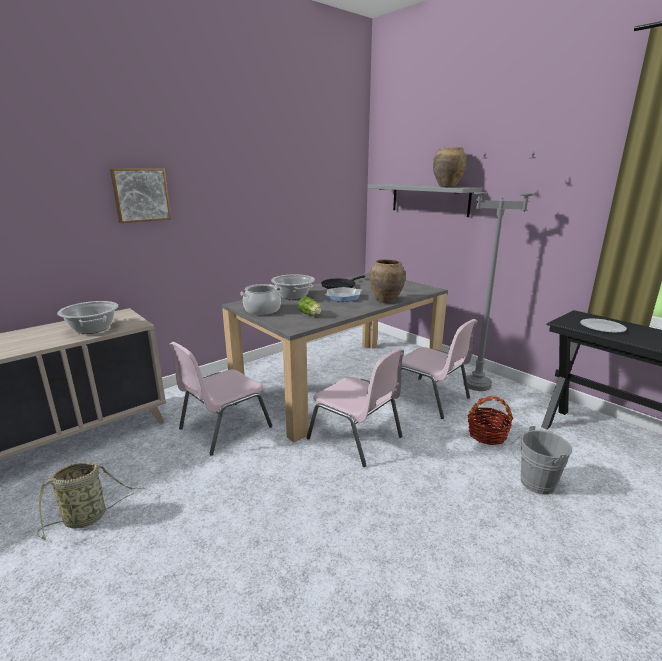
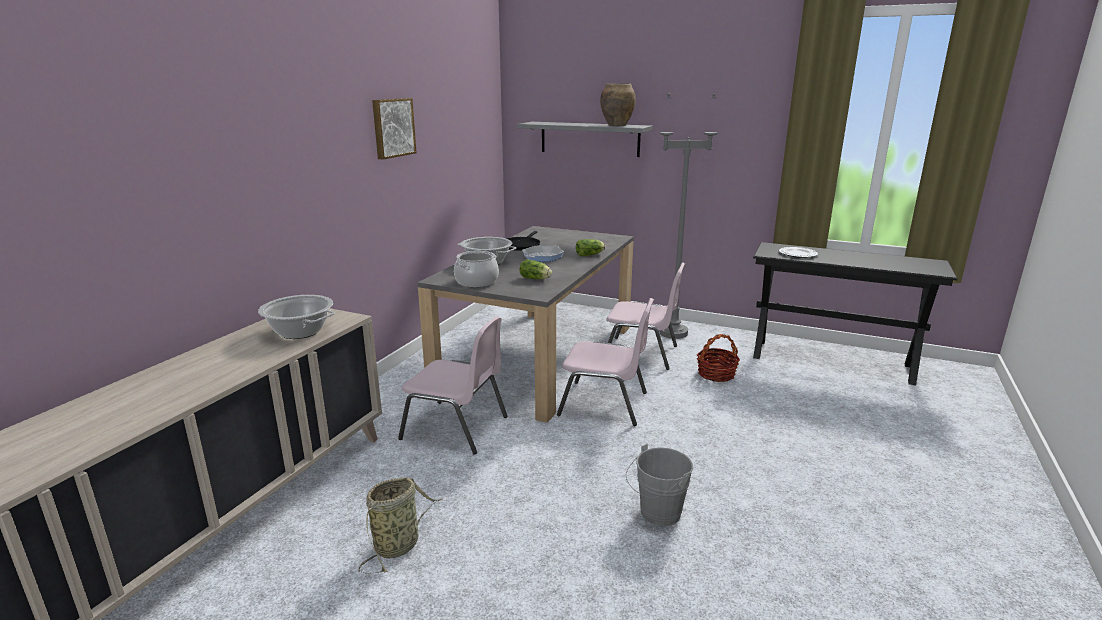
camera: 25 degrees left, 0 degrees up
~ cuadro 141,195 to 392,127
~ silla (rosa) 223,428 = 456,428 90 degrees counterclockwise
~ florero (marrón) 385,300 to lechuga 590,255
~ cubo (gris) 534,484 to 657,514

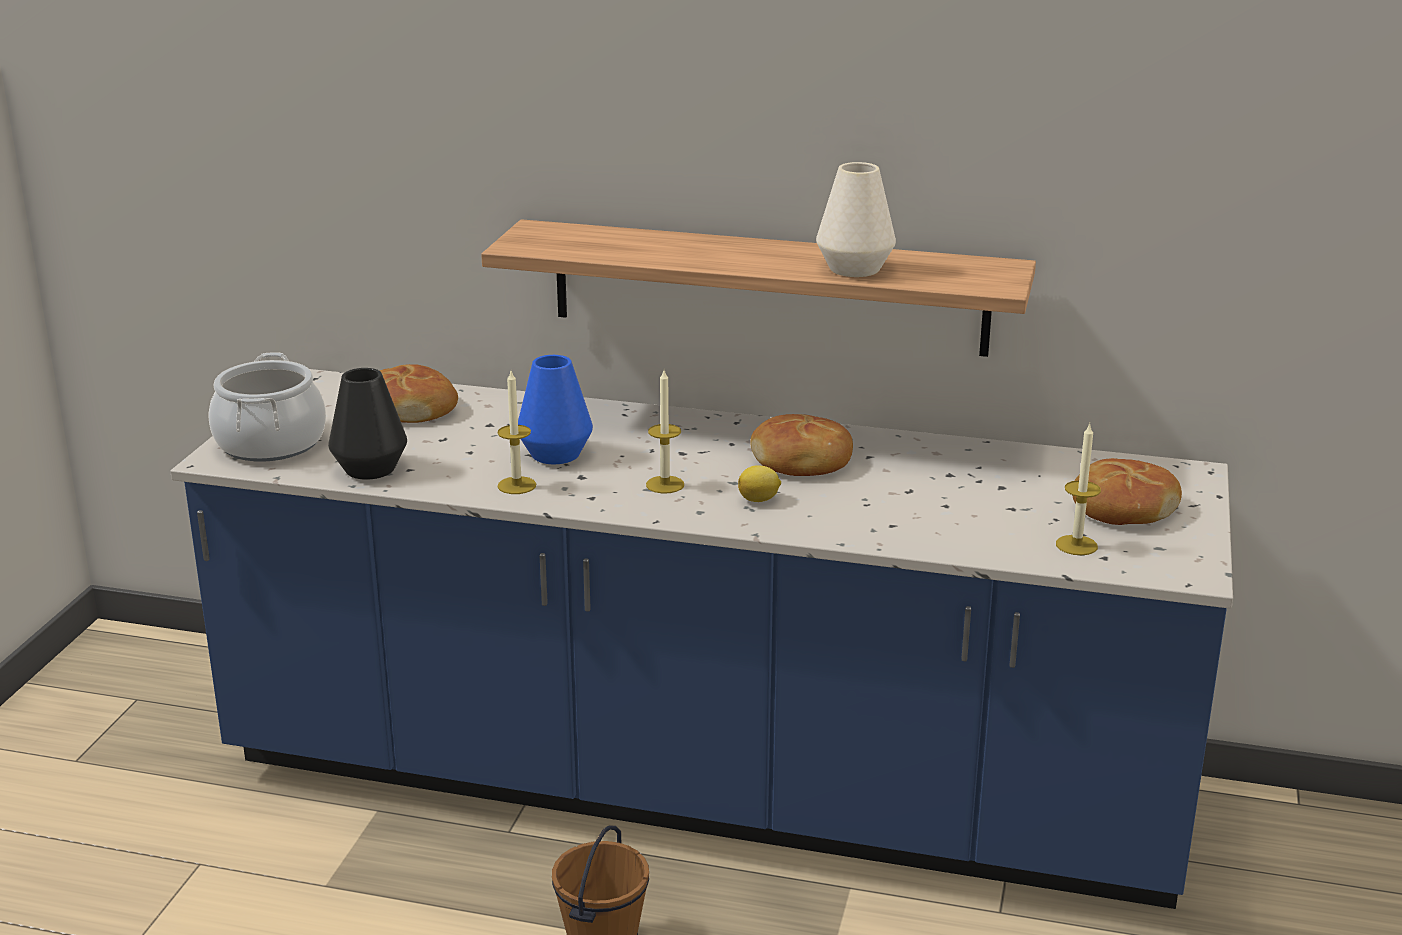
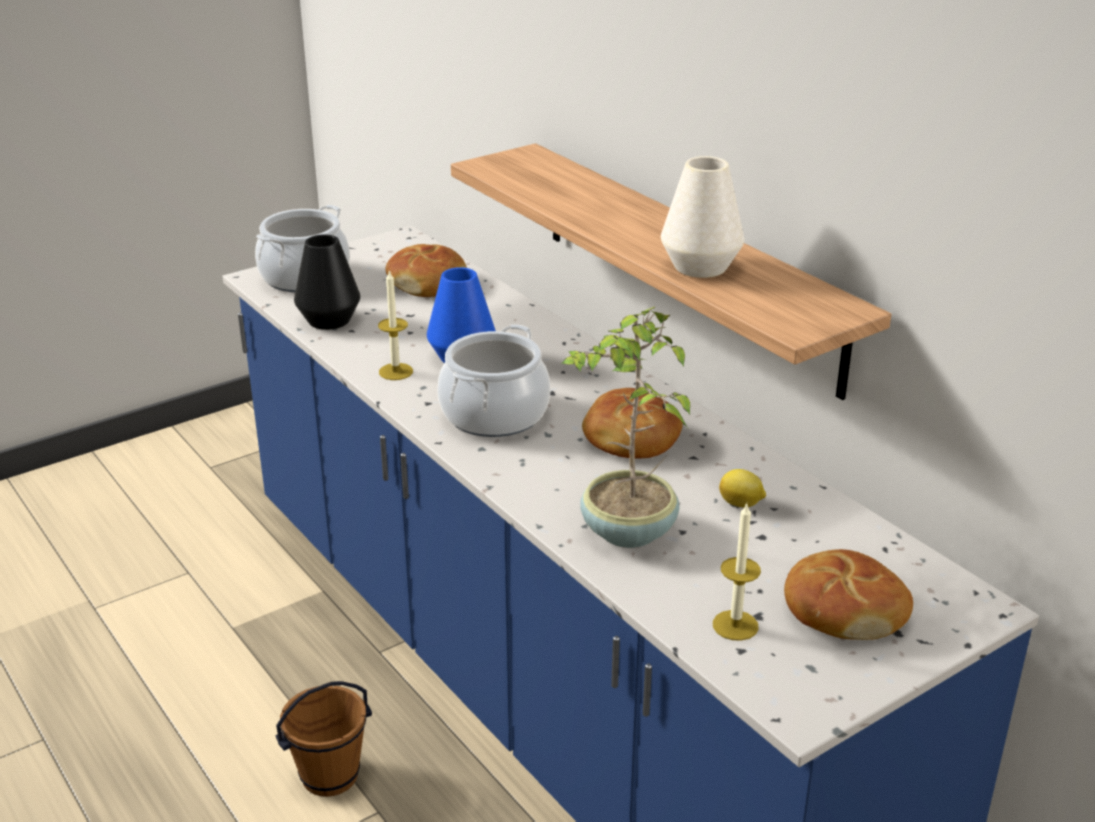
camera: 40 degrees right, 5 degrees up
~ vela 665,484 to olla 495,414
+ planta en maceta 627,533
~ limón 759,500 to 741,504

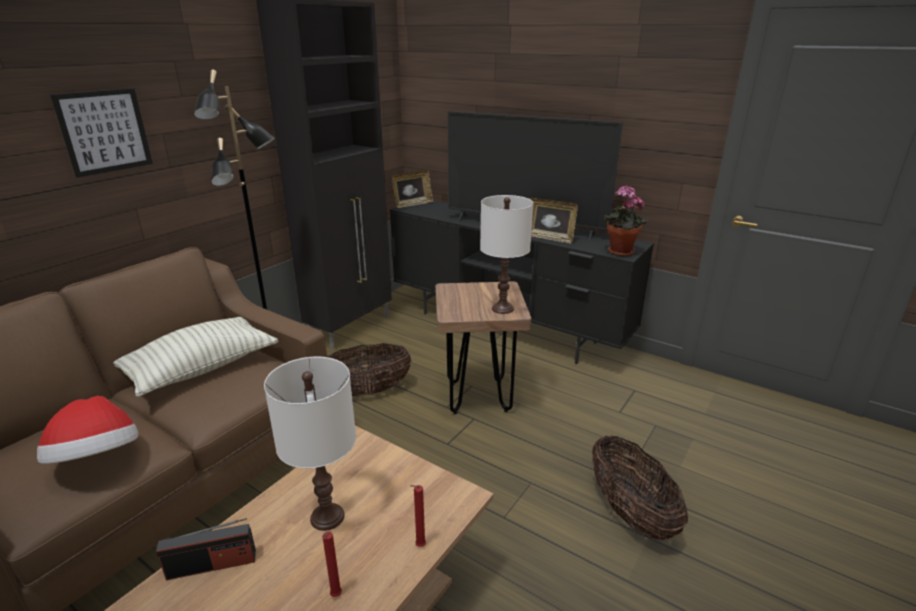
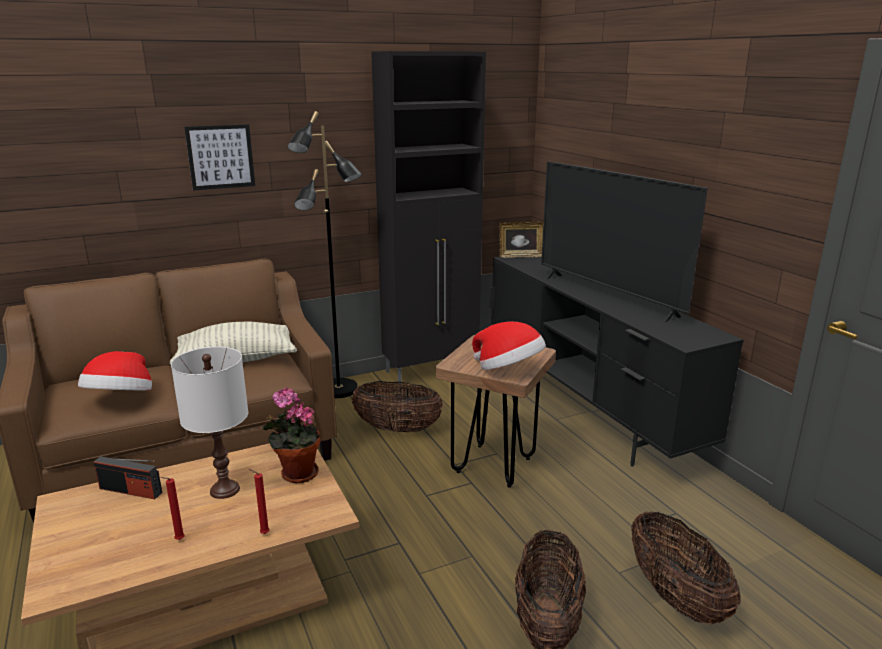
camera: 30 degrees right, 5 degrees down
~ planta en maceta 619,253 to 296,474
~ lámpara de mesa (blanco) 502,308 to sombrero 508,370
+ cesta 676,597
- portarretratos 549,238

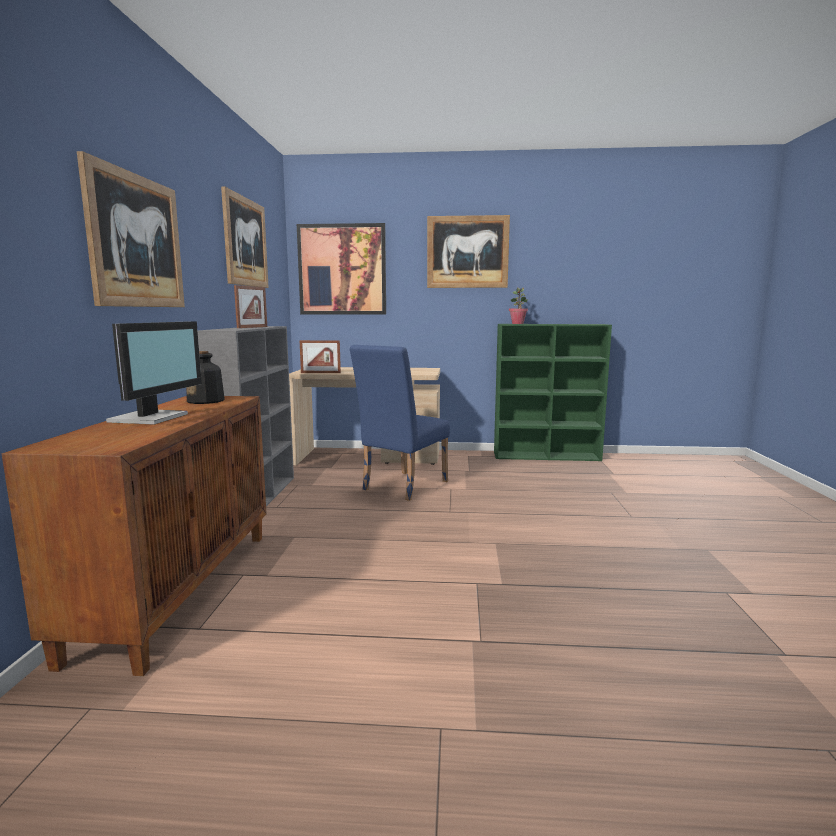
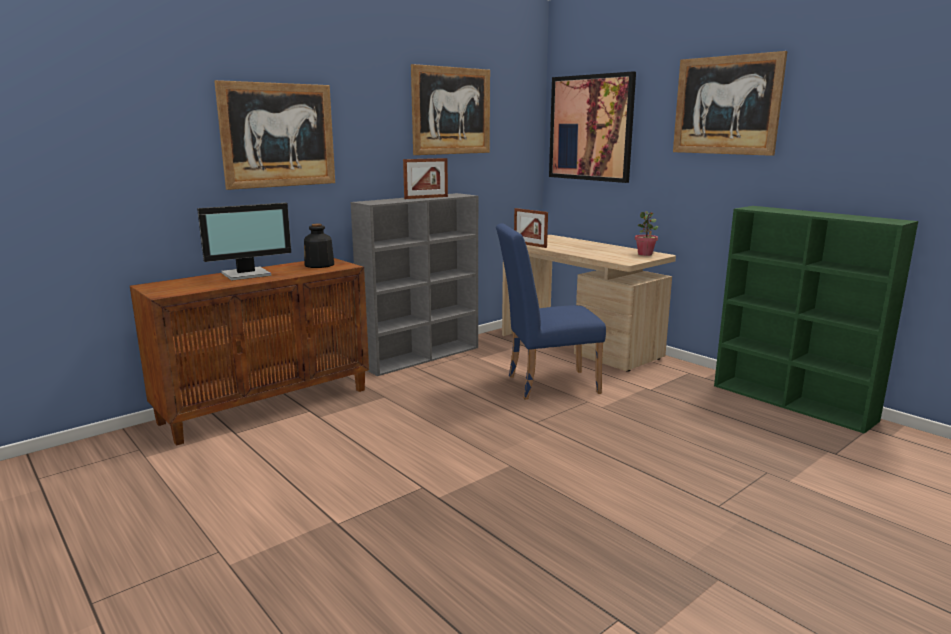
camera: 45 degrees right, 5 degrees up
~ planta en maceta 517,323 to 645,254

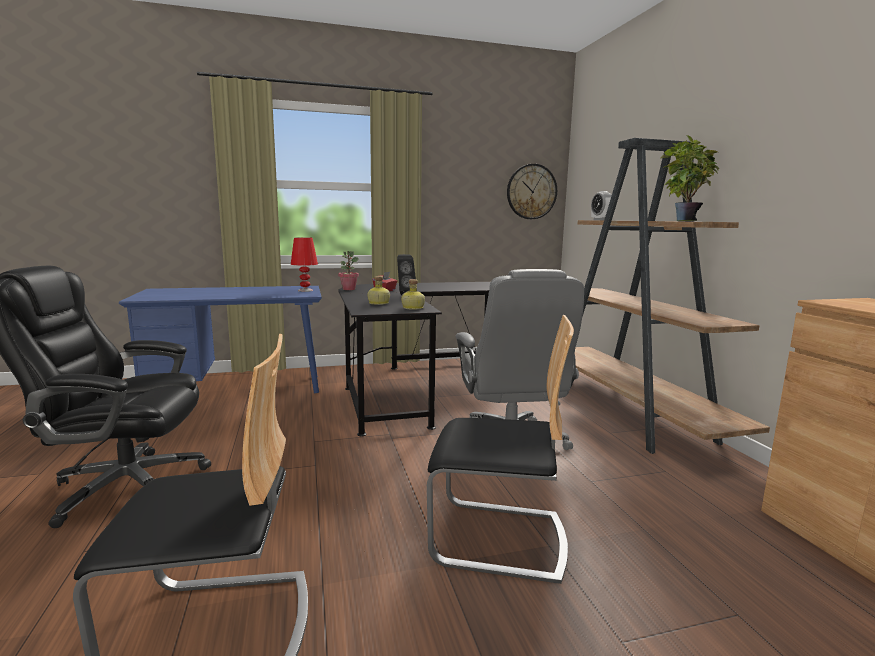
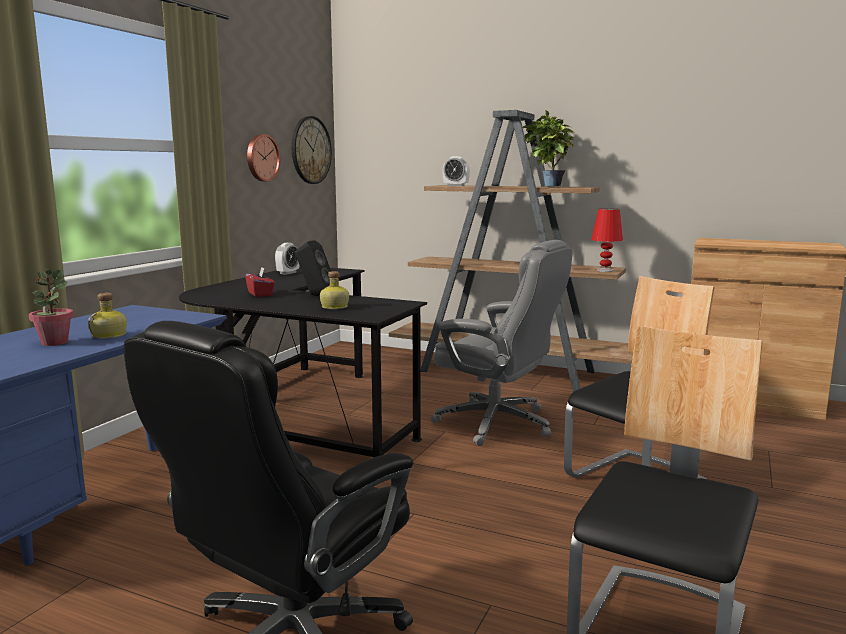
camera: 50 degrees left, 0 degrees up
~ planta en maceta 348,289 to 54,342
~ botella 413,308 to 110,335
+ reloj de pared 261,158
+ despertador 288,273
~ lámpara de mesa (rojo) 305,290 to 605,270

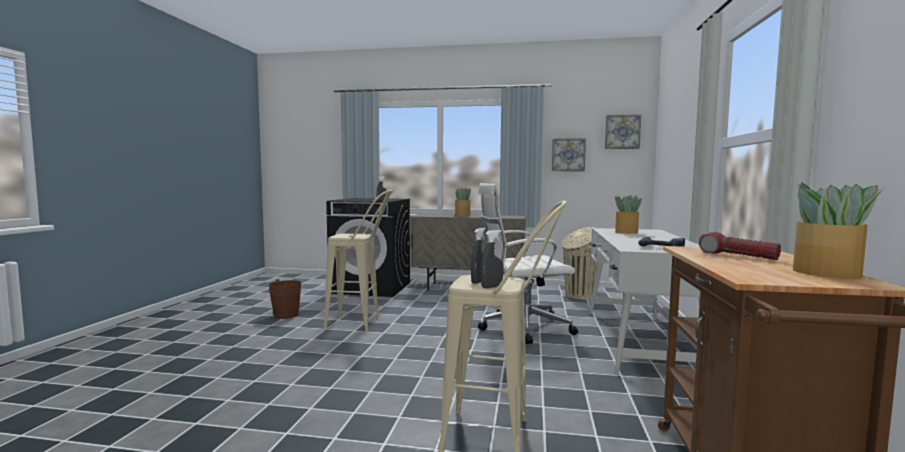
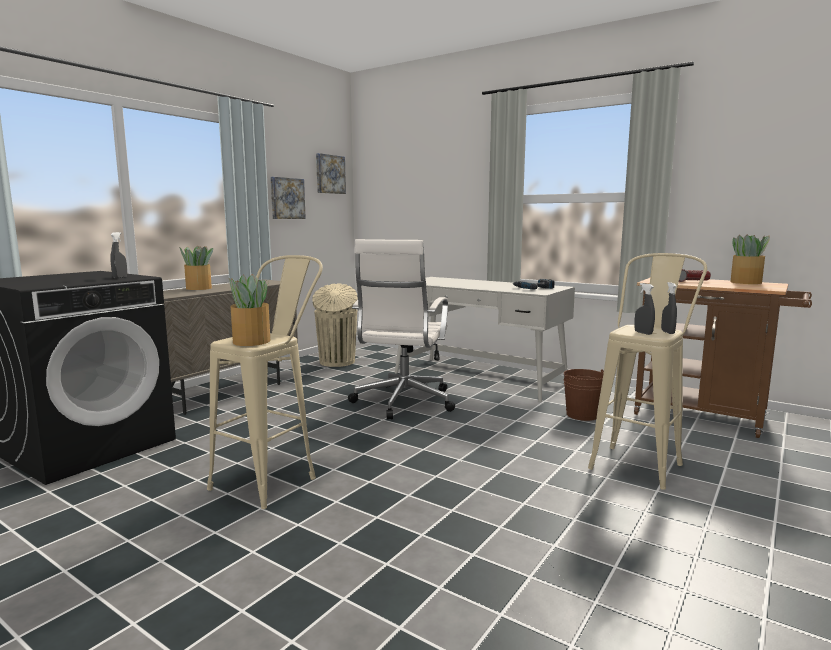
camera: 65 degrees left, 5 degrees up
~ planta en maceta 626,232 to 251,341
~ cubo (marrón) 286,315 to 582,415

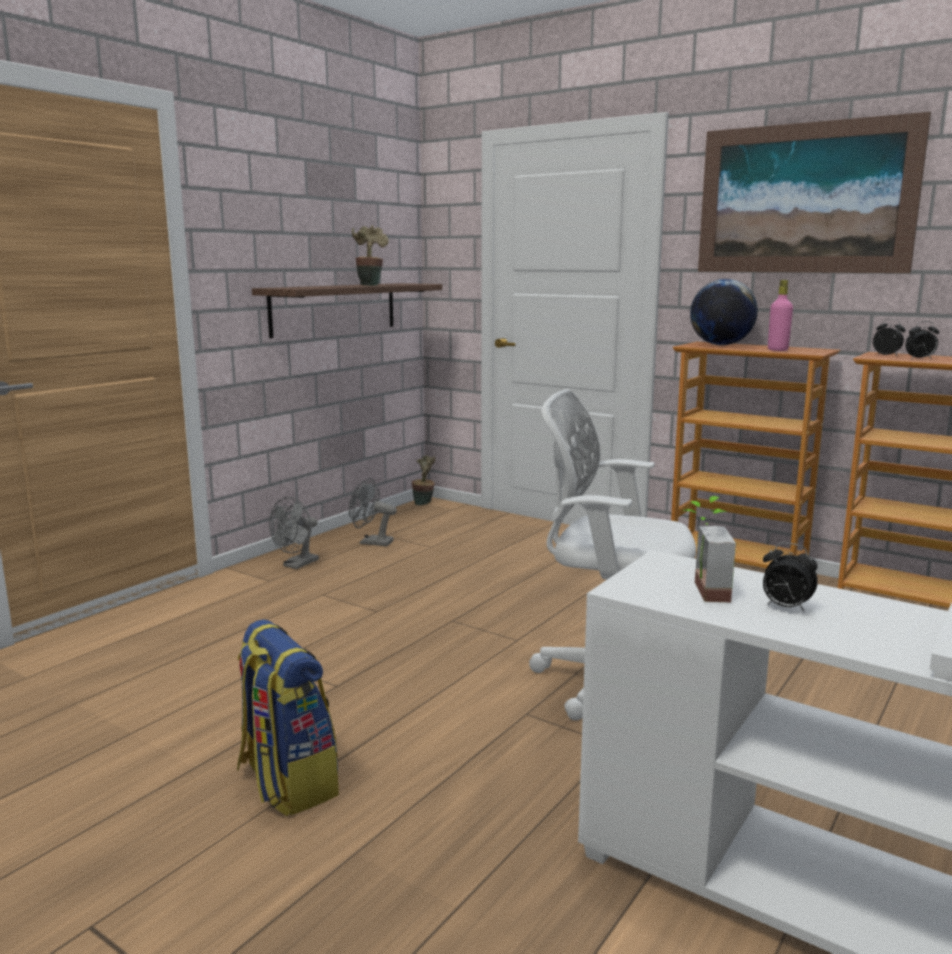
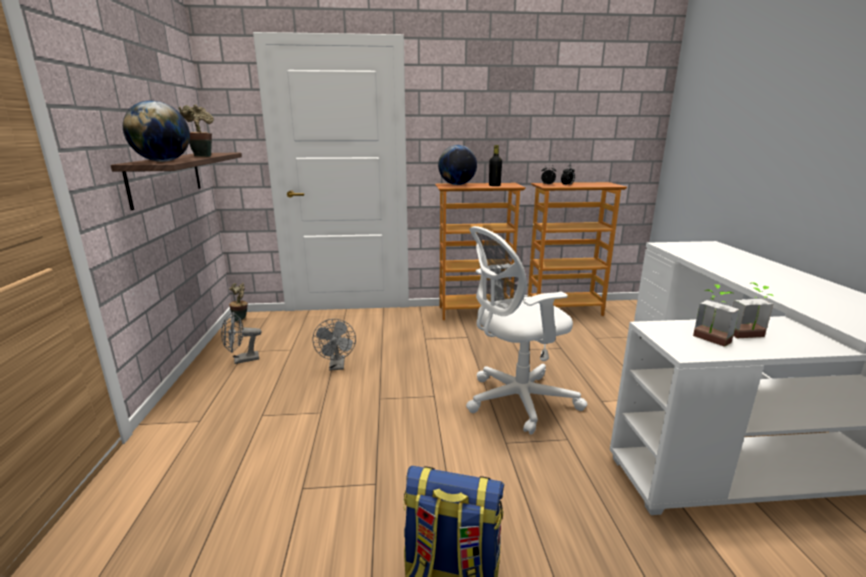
camera: 40 degrees left, 5 degrees up
+ globo terráqueo 163,161
~ ventilador (gris) 297,565 to 337,366
~ botella (rosa) 777,350 to botella (negro) 494,185
~ despertador 785,607 to planta en maceta 750,337
- cuadro 804,199

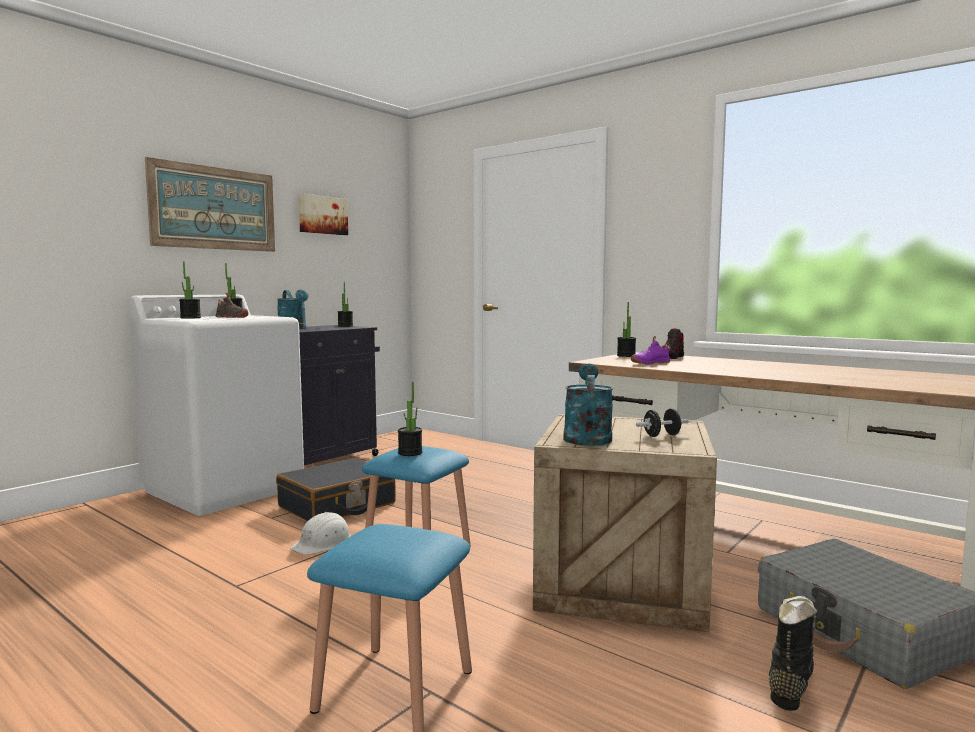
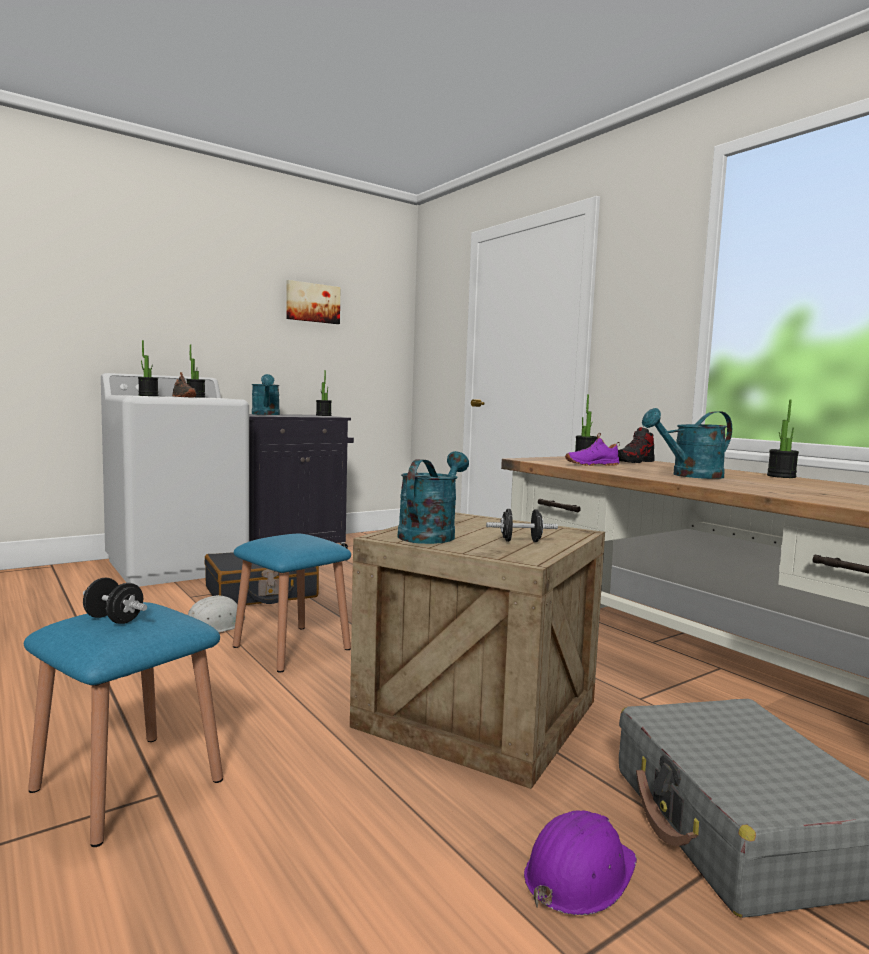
camera: 15 degrees right, 0 degrees up
+ mancuerna (negro) 114,620
~ bota (negro) 789,683 to casco (morado) 579,874
+ regadera (turquesa) 690,476
~ planta en maceta 410,453 to 781,476
- cuadro 214,208

